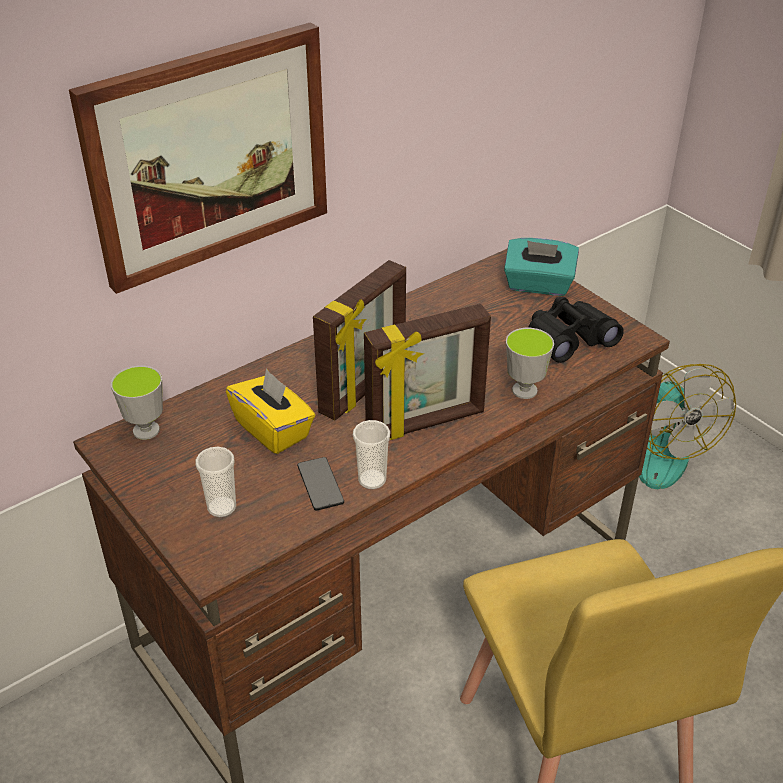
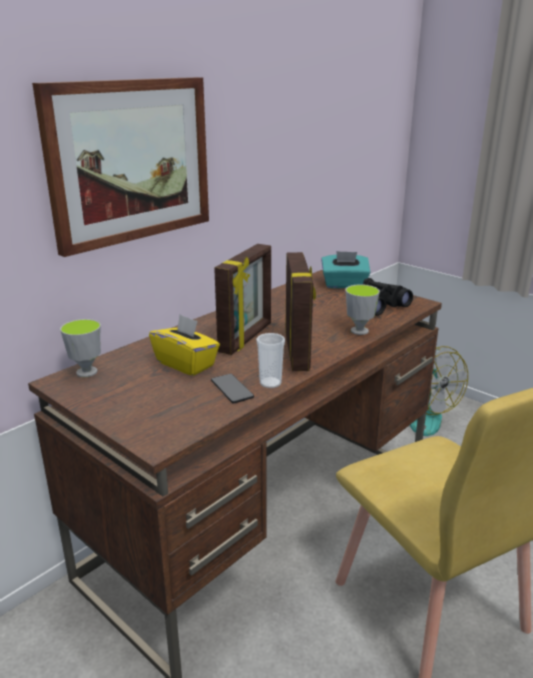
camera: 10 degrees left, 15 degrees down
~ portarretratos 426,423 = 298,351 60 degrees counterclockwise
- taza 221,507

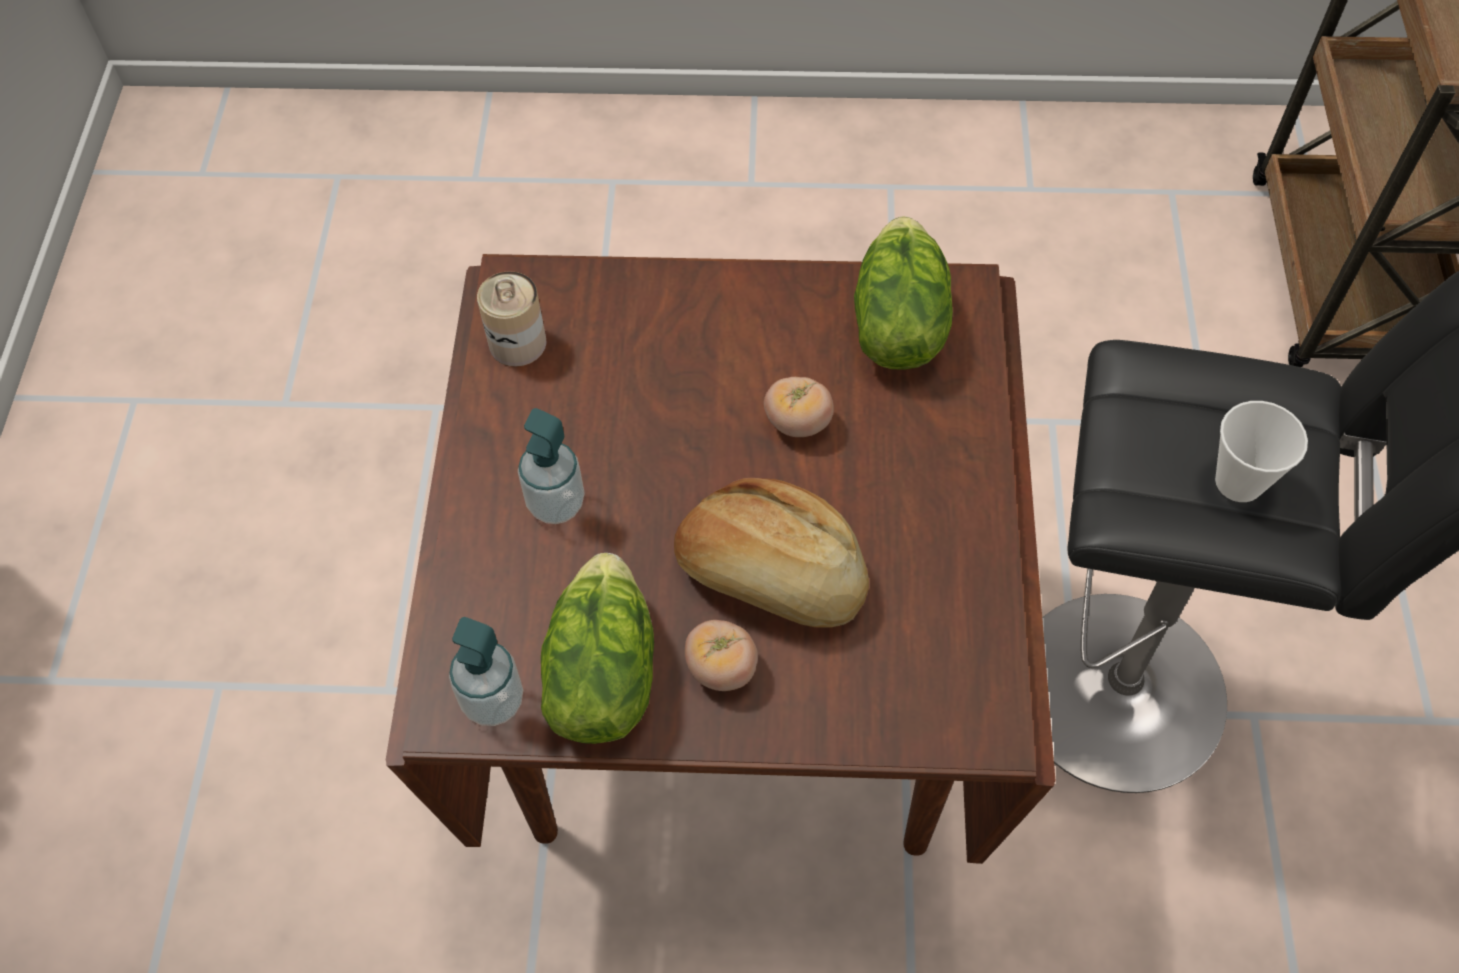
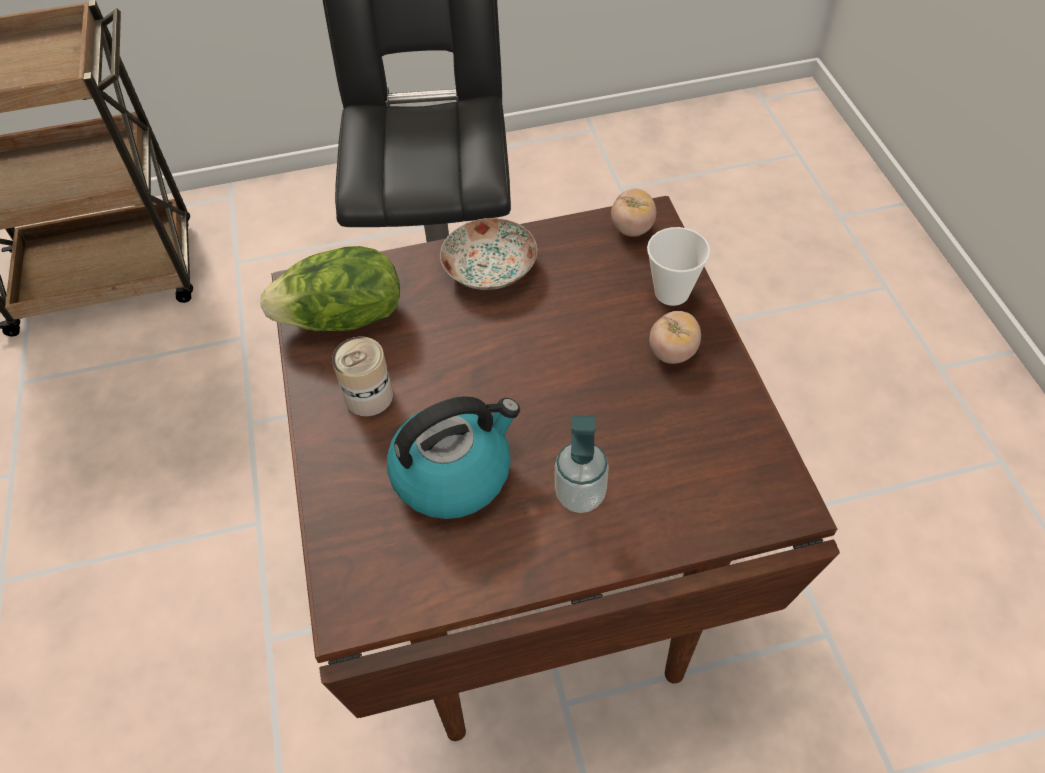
camera: 105 degrees left, 5 degrees down
~ lata 517,343 to 369,396
+ hervidor 454,473
+ plato 490,269
~ tomate 798,422 to 632,228
~ taza 1239,482 to 671,292
- dispensador de jabón 493,701
- lechuga 600,675
- pan 771,575

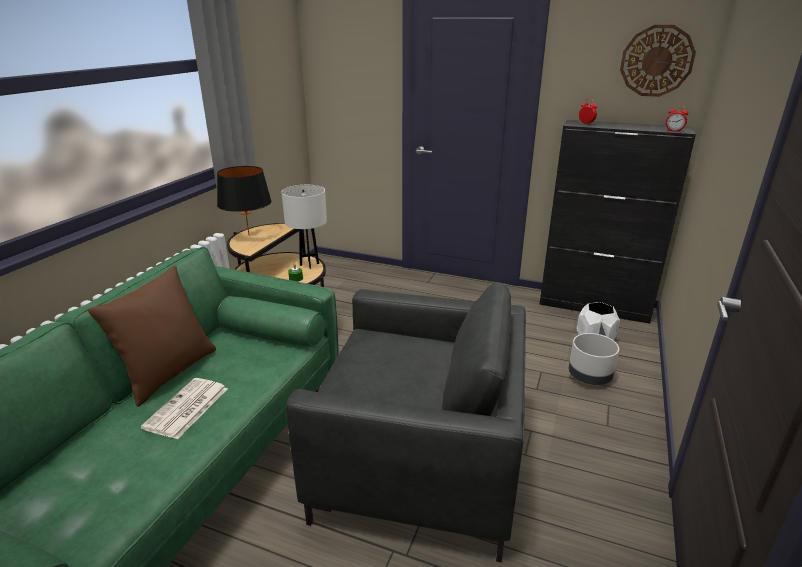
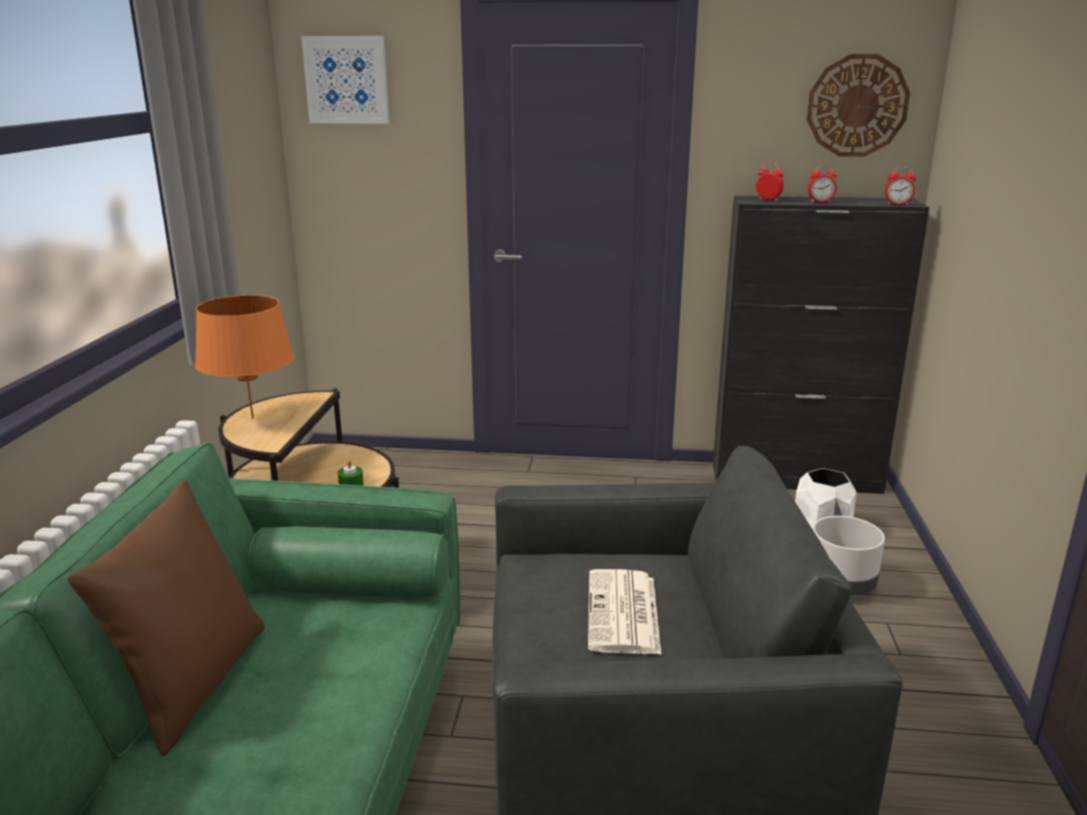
camera: 15 degrees left, 5 degrees down
~ lámpara de mesa (negro) 249,235 to lámpara de mesa (naranja) 252,418
+ cuadro 347,80
~ periódico 186,409 to 624,614
+ despertador 820,202
- lámpara de mesa (blanco) 309,264

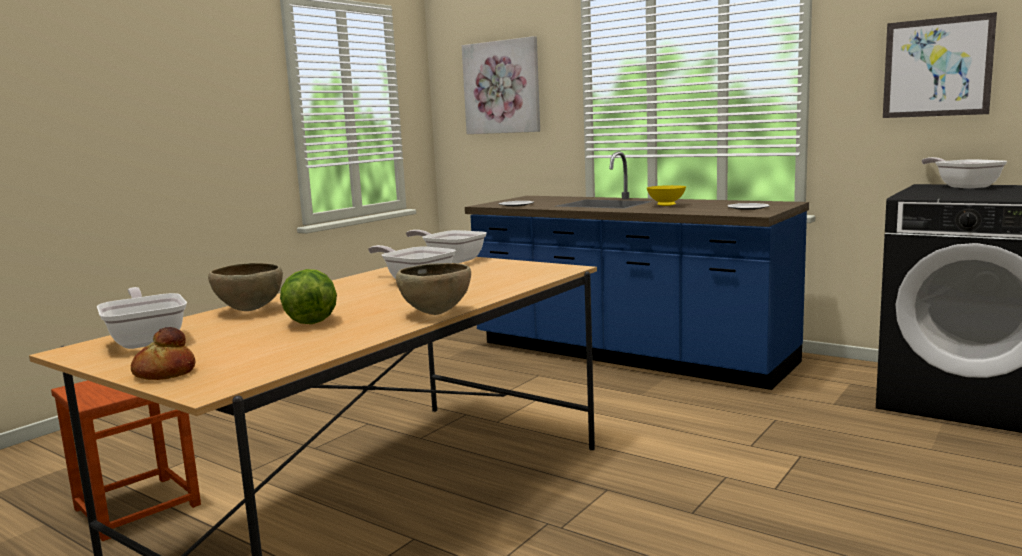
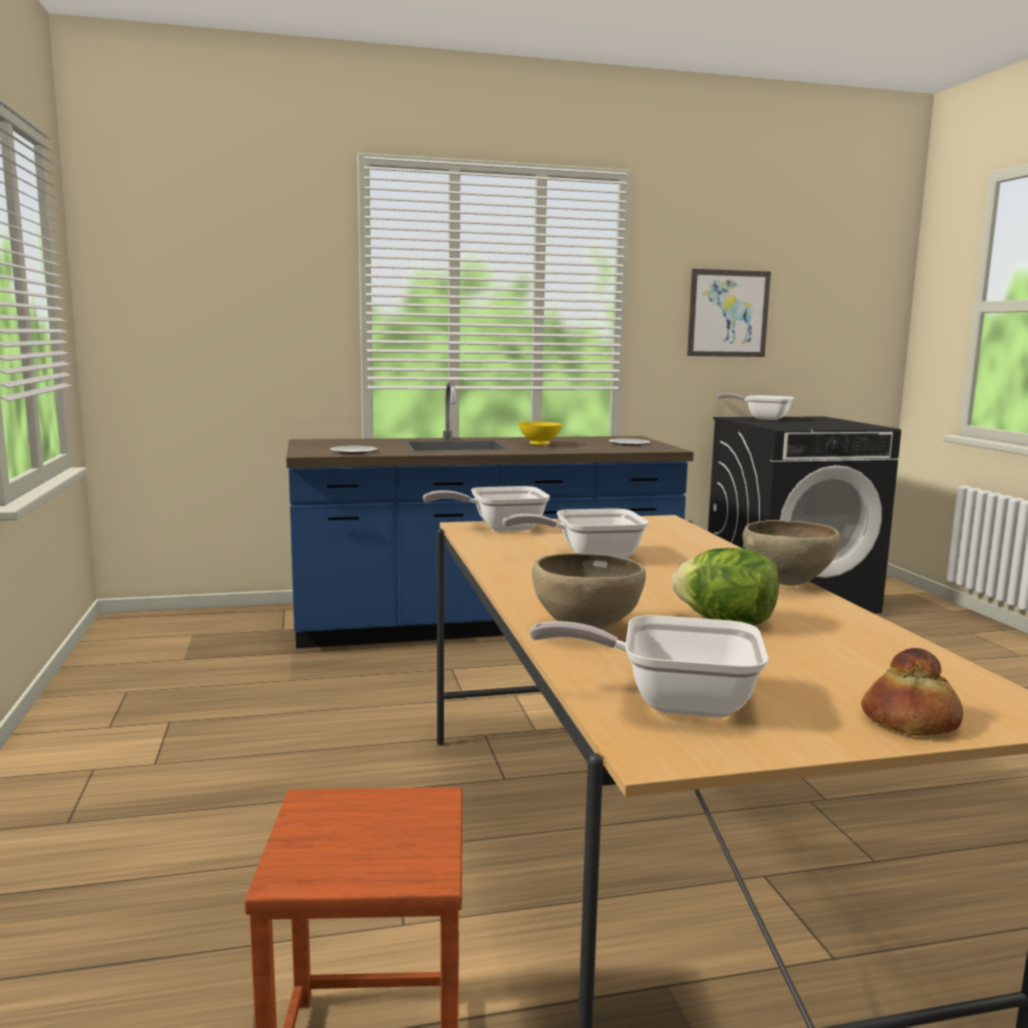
camera: 50 degrees left, 0 degrees up
- cuadro 502,87

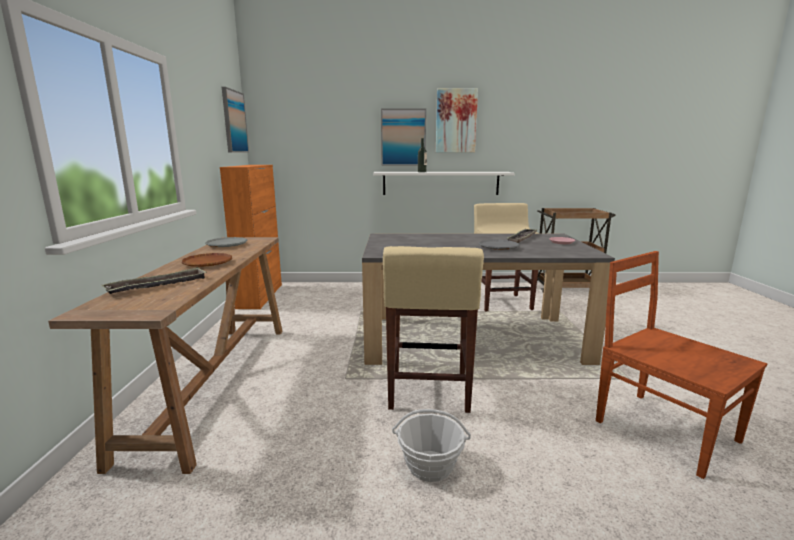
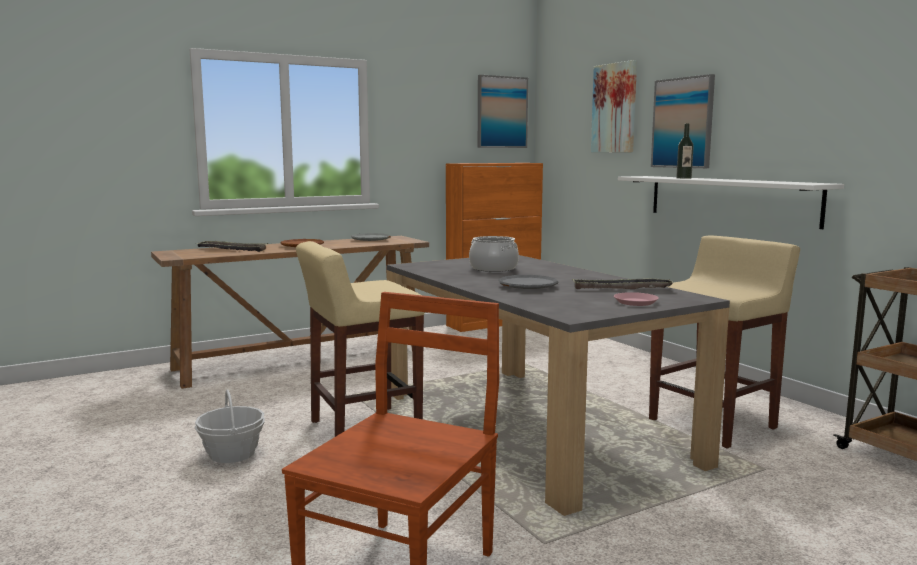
camera: 60 degrees right, 5 degrees down
+ olla 494,268
~ cuadro 456,121 to 614,108

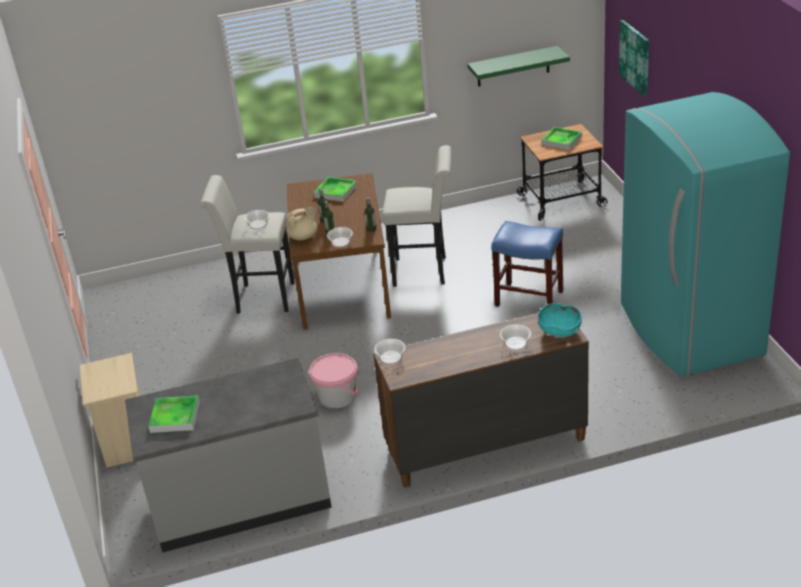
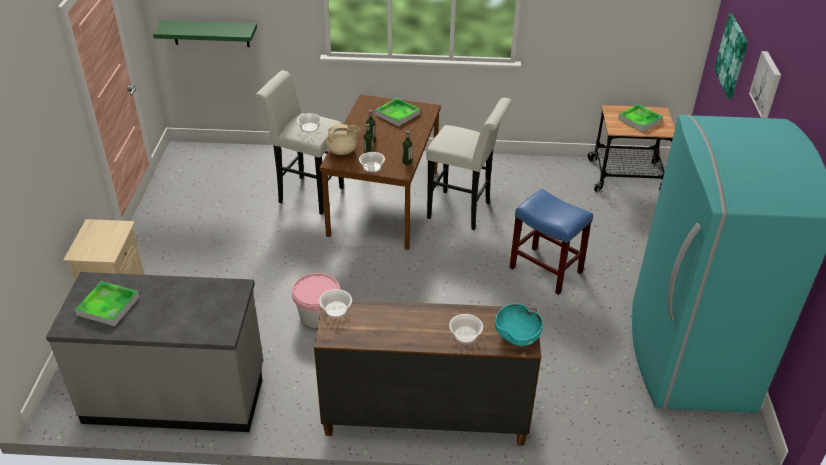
camera: 15 degrees right, 5 degrees up
~ estante (verde) 513,66 to 211,33
+ cuadro 767,84

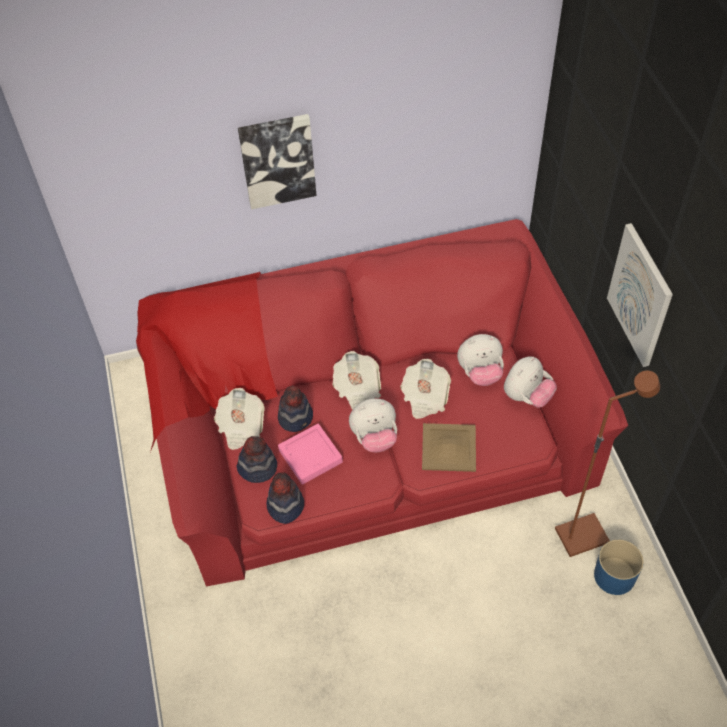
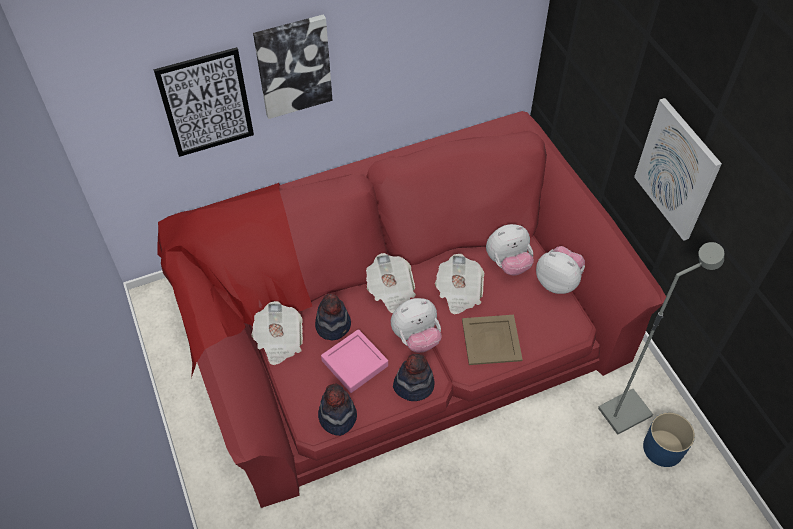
camera: 10 degrees left, 0 degrees up
+ cuadro 206,103
~ sombrero 257,467 to 413,385
~ peluche 527,396 = 558,281 90 degrees counterclockwise
~ lámpara de pie (marrón) 581,535 to lámpara de pie (gris) 624,411

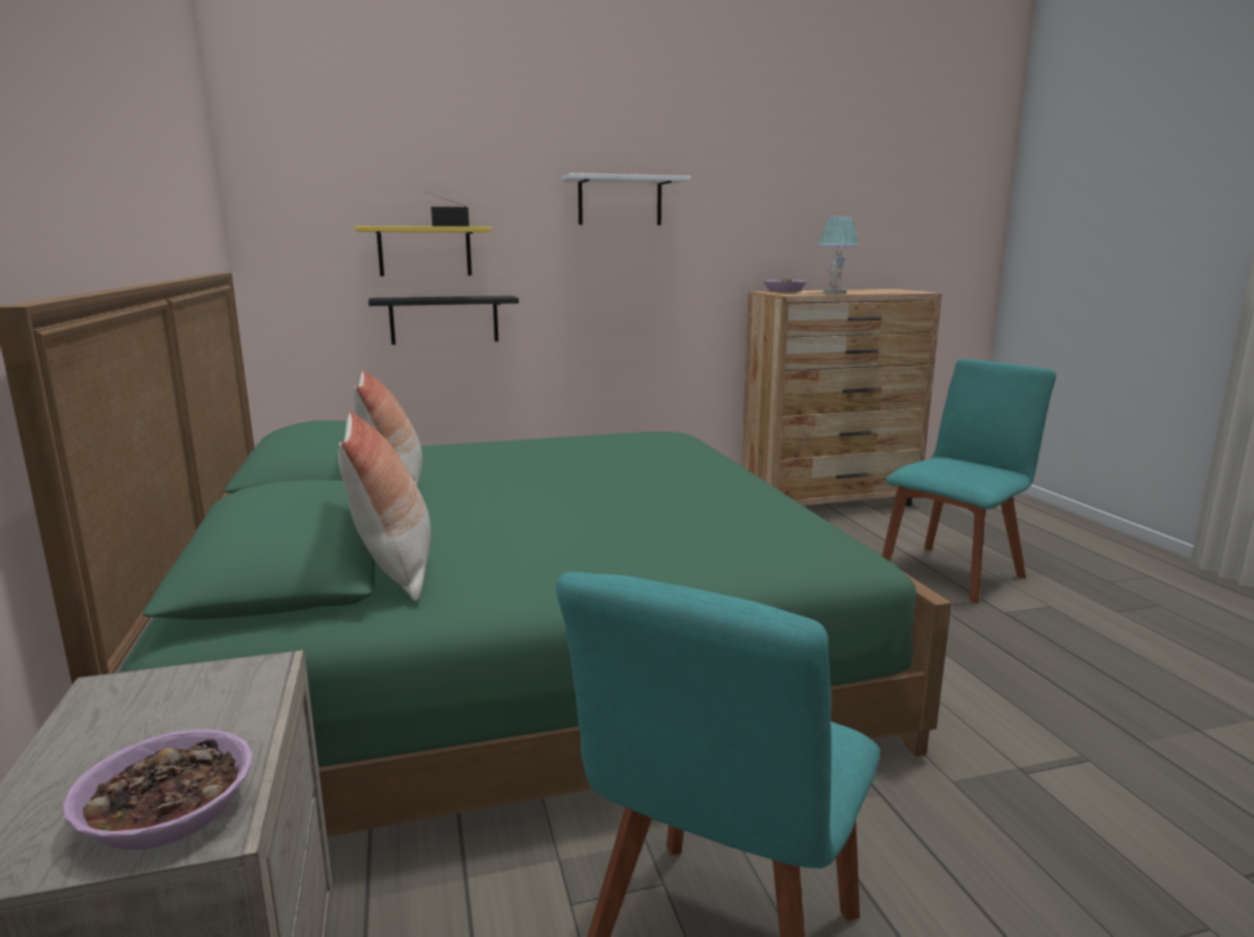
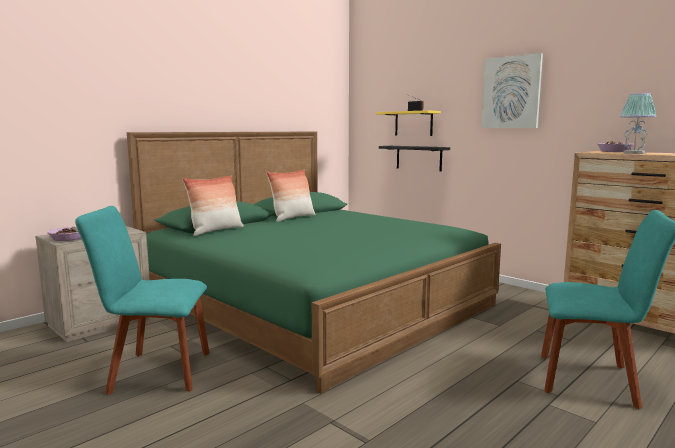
camera: 60 degrees right, 5 degrees down
~ estante (blanco) 620,201 to cuadro 511,92

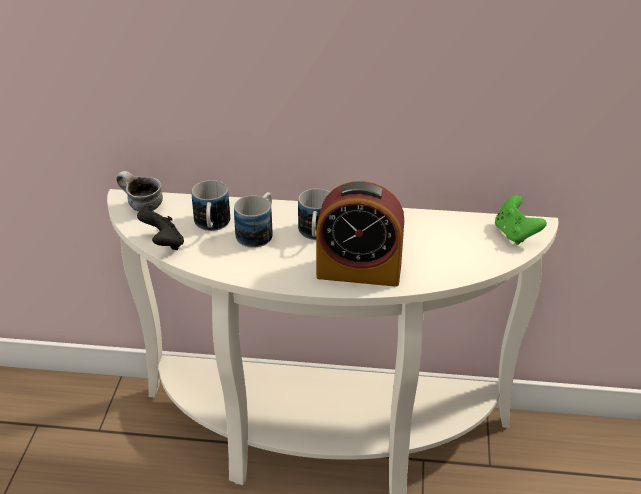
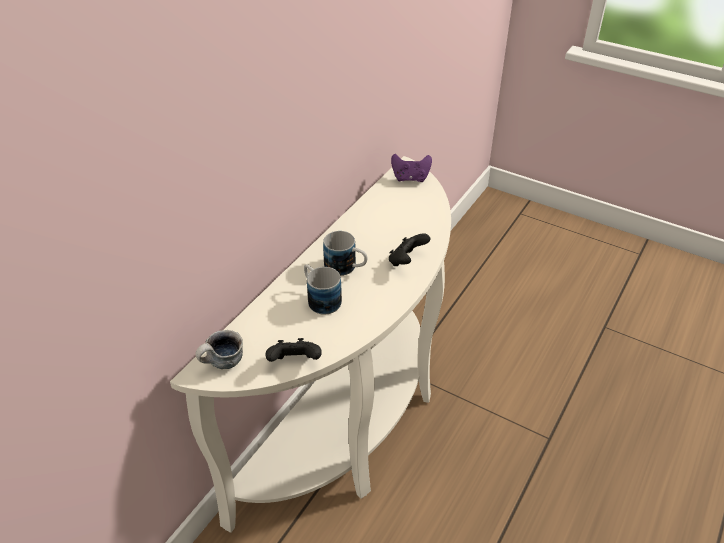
camera: 65 degrees left, 5 degrees up
~ despertador 359,271 to mando de consola (negro) 406,261
~ mando de consola (verde) 515,234 to mando de consola (morado) 410,178
- taza grande 212,226

